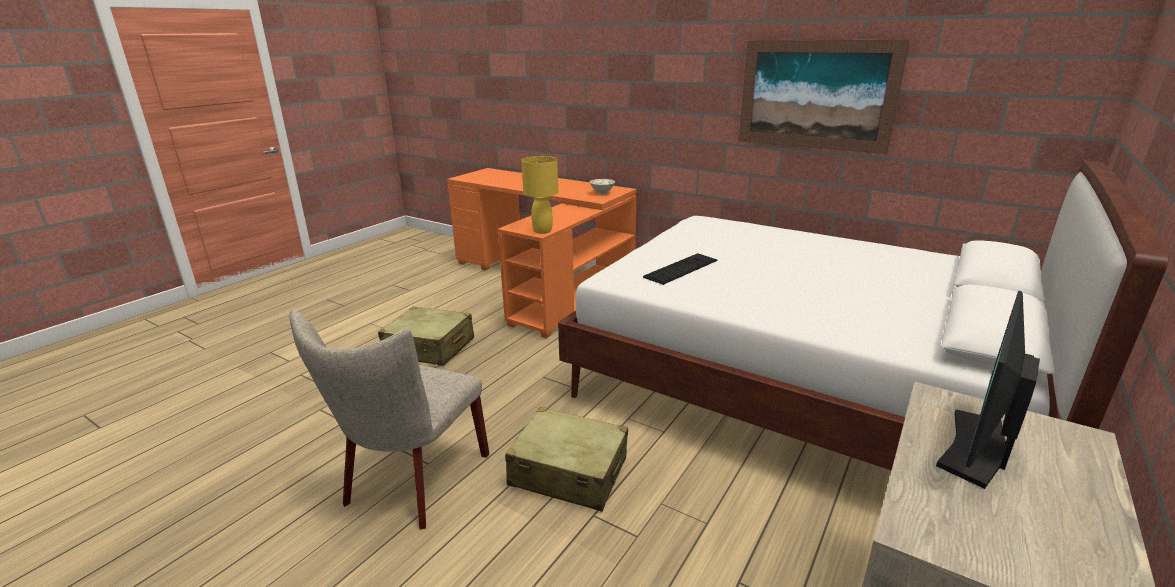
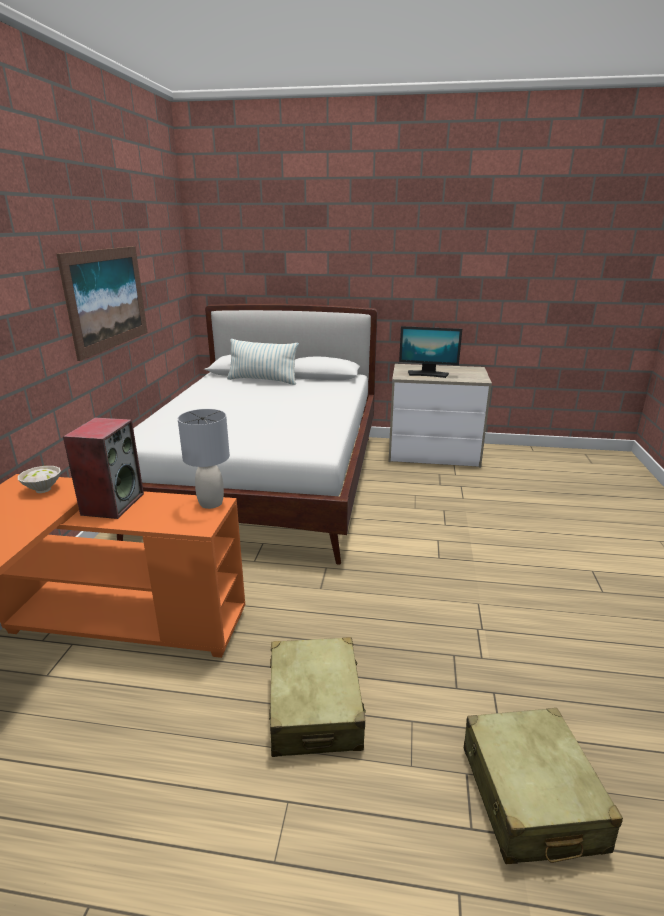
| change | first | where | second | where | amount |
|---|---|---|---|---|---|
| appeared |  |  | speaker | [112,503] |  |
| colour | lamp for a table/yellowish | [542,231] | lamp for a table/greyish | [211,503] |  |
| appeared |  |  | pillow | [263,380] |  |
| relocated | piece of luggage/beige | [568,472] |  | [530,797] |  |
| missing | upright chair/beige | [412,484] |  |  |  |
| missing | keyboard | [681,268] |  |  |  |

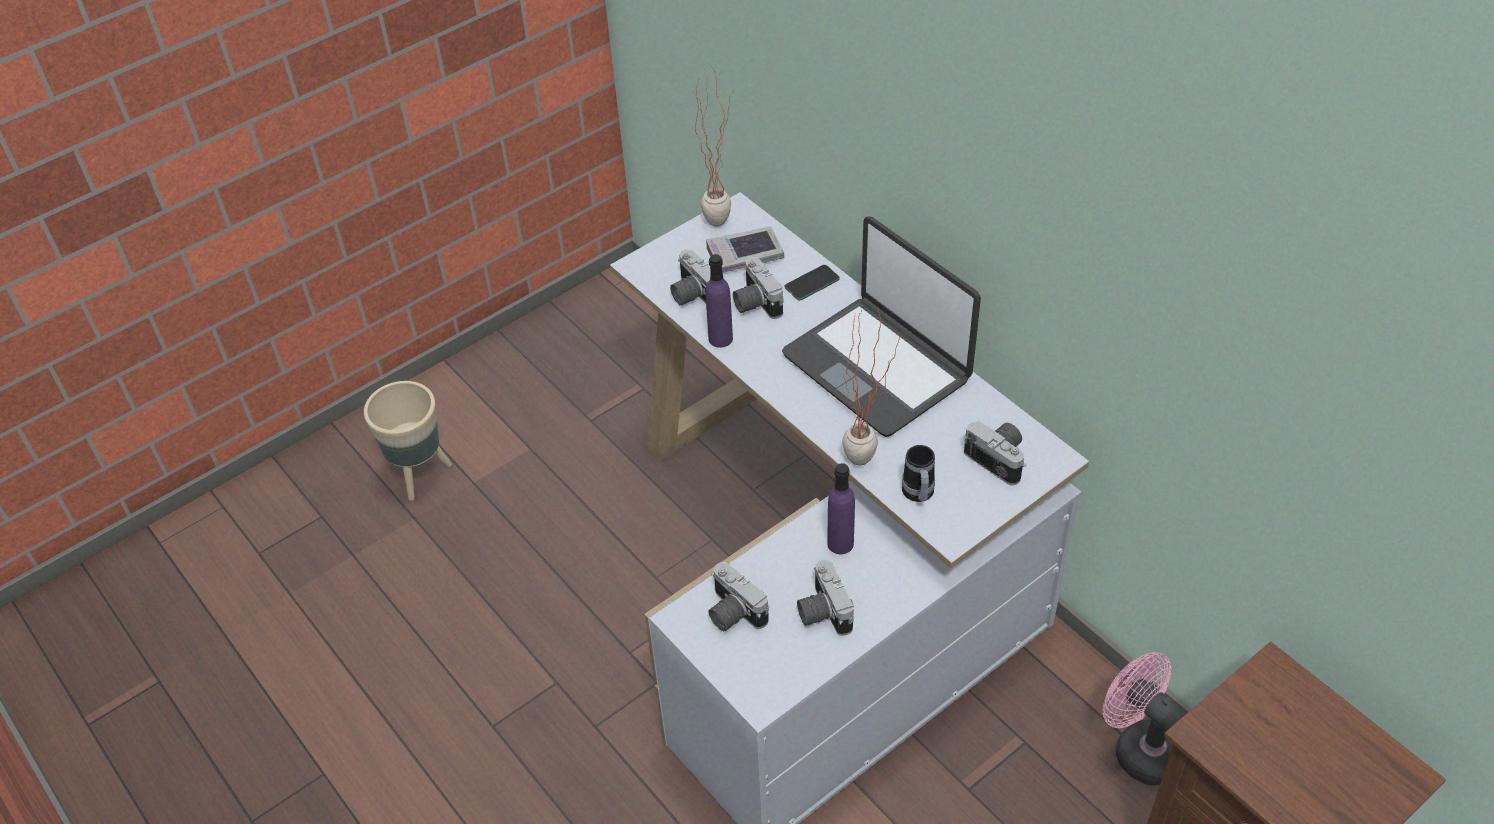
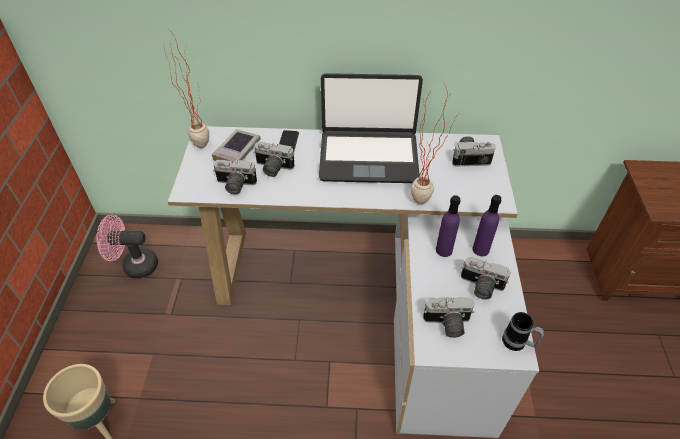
| change | first | where | second | where | amount |
|---|---|---|---|---|---|
| relocated | cooling fan/pinkish | [1139,748] |  | [135,265] |  |
| relocated | drink bottle/purplish | [720,338] |  | [480,249] |  |
| relocated | tea mug | [918,495] |  | [518,344] |  |

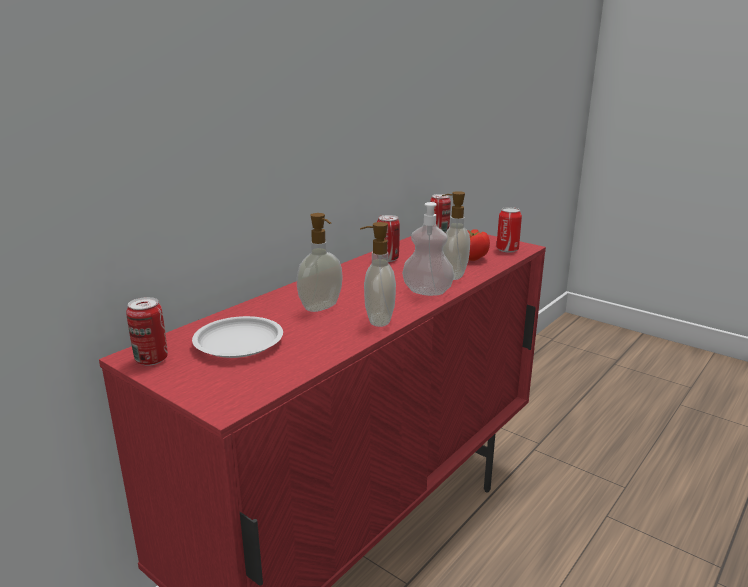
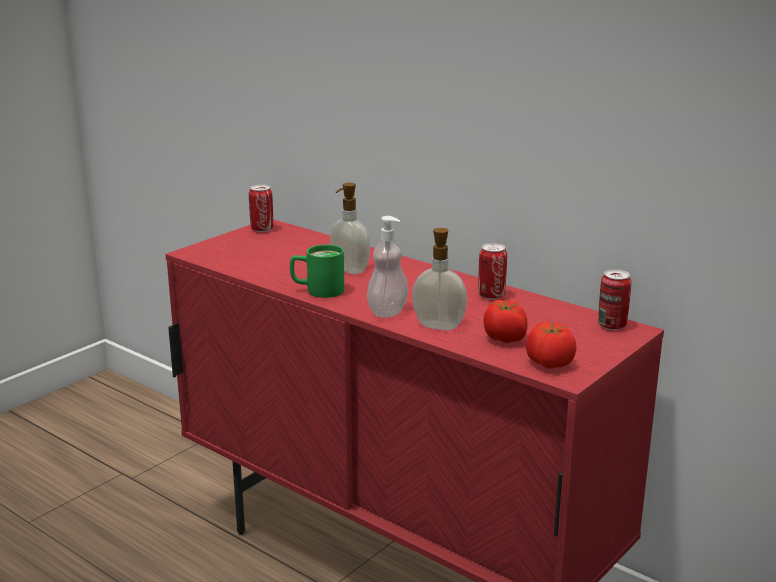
| change | first | where | second | where | amount |
|---|---|---|---|---|---|
| exchanged | soap bottle | [378,320] | tea mug/greenish | [317,290] |  |
| exchanged | metal can | [507,249] | fresh tomato | [549,364] |  |
| missing | flat dish/whitish | [239,342] |  |  |  |

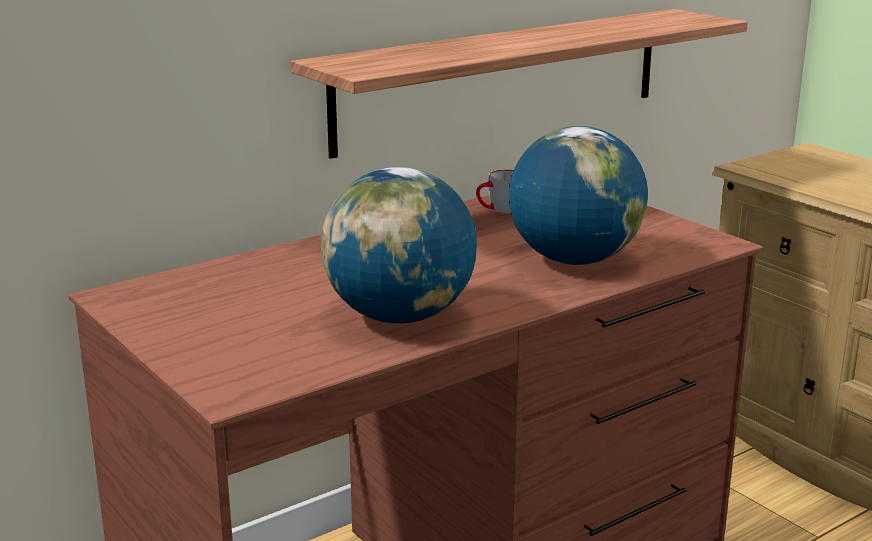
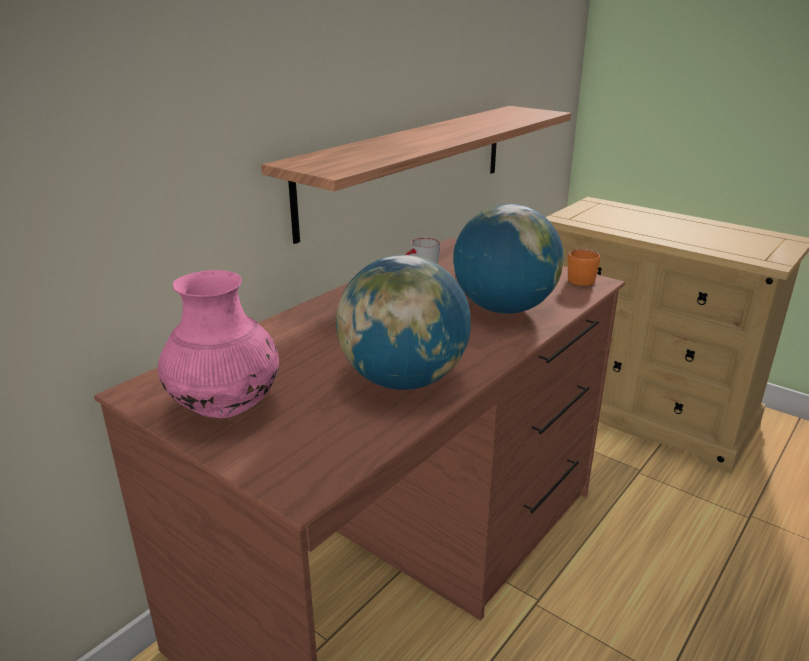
| change | first | where | second | where | amount |
|---|---|---|---|---|---|
| appeared |  |  | flower vase/pinkish | [226,408] |  |
| appeared |  |  | tea mug/orange-coloured | [582,278] |  |

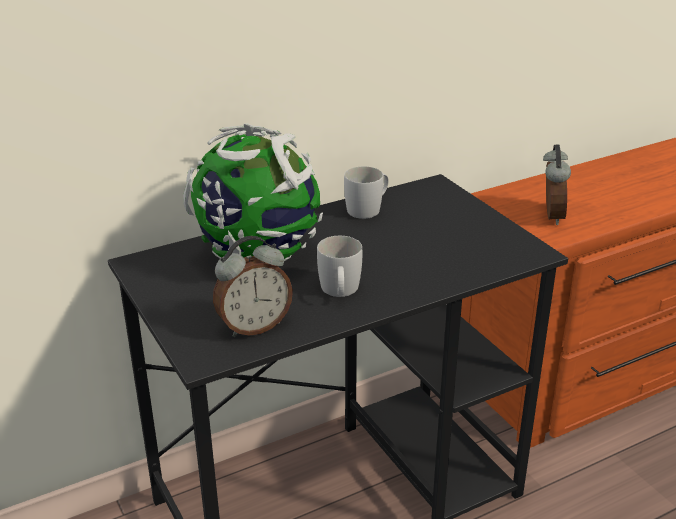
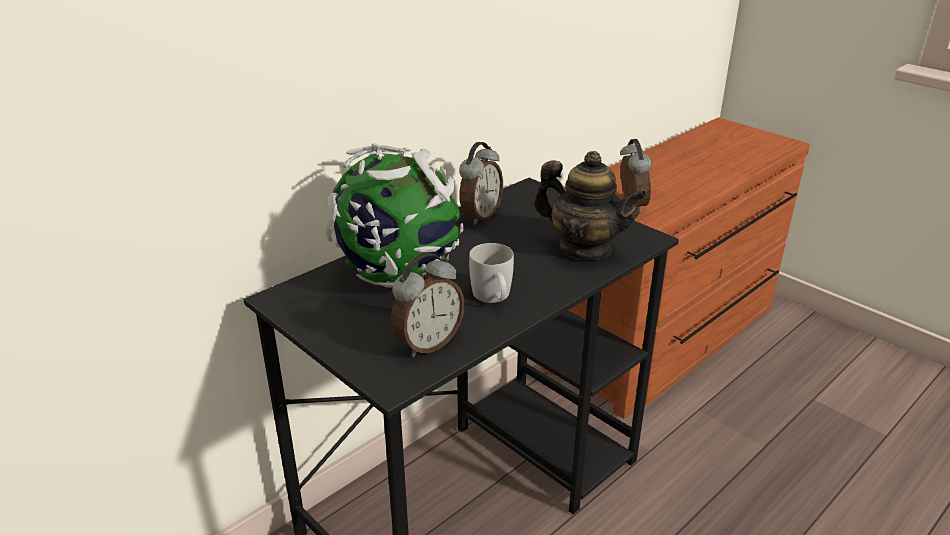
| change | first | where | second | where | amount |
|---|---|---|---|---|---|
| exchanged | tea mug/whitish | [368,209] | alarm clock | [479,216] |  |
| appeared |  |  | tea pot | [584,249] |  |

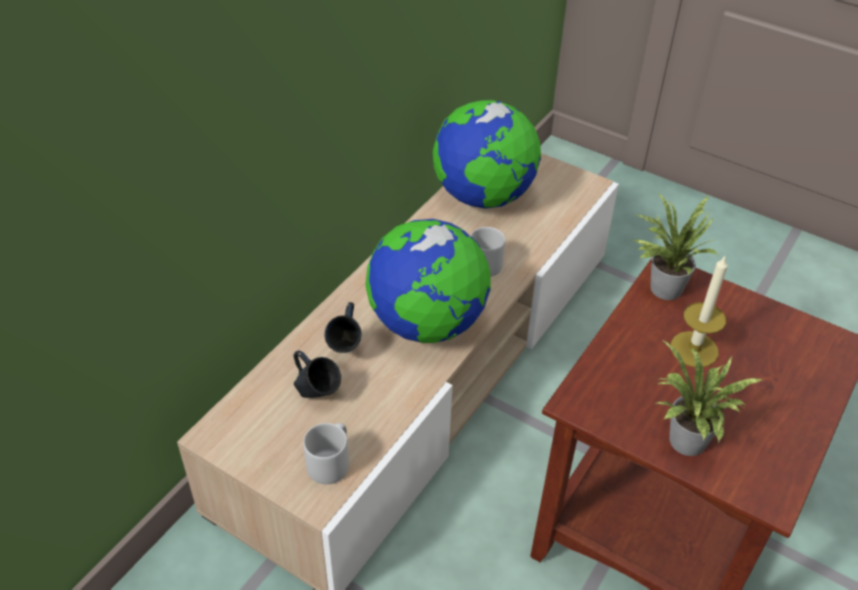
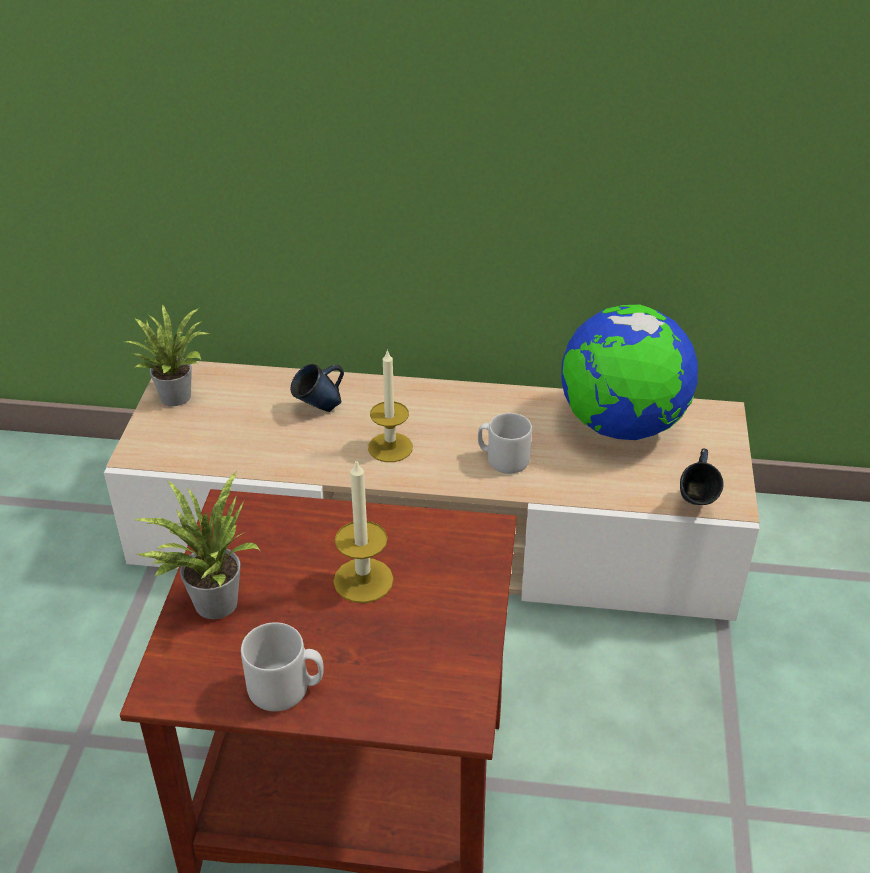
| change | first | where | second | where | amount |
|---|---|---|---|---|---|
| relocated | plant in a pot | [661,287] |  | [176,394] |  |
| relocated | tea mug/greyish | [331,463] |  | [286,688] |  |
| exchanged | world globe | [427,324] | candle | [390,447] |  |
| relocated | tea mug/bluish | [317,395] |  | [695,506] |  |

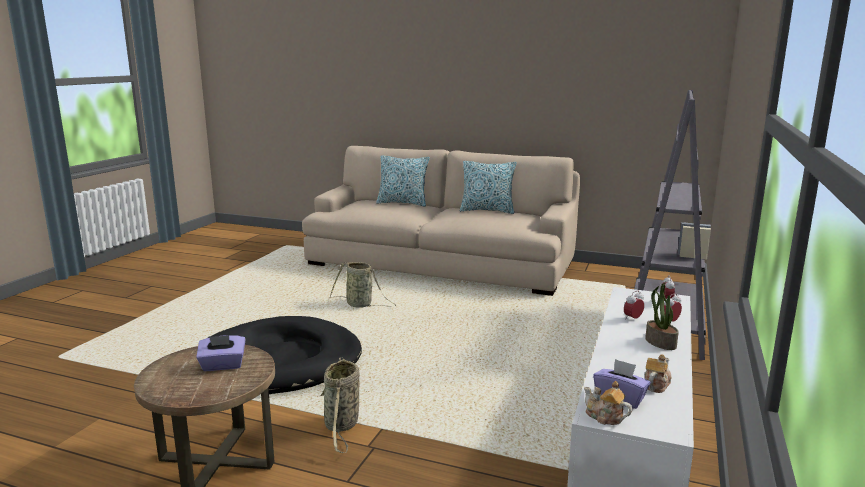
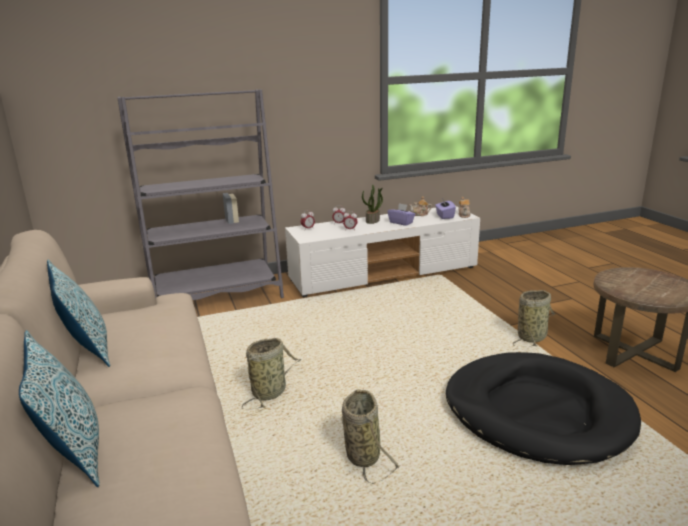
| change | first | where | second | where | amount |
|---|---|---|---|---|---|
| appeared |  |  | household basket | [270,391] |  |
| relocated | box of tissues/purplish | [223,365] |  | [401,222] |  |

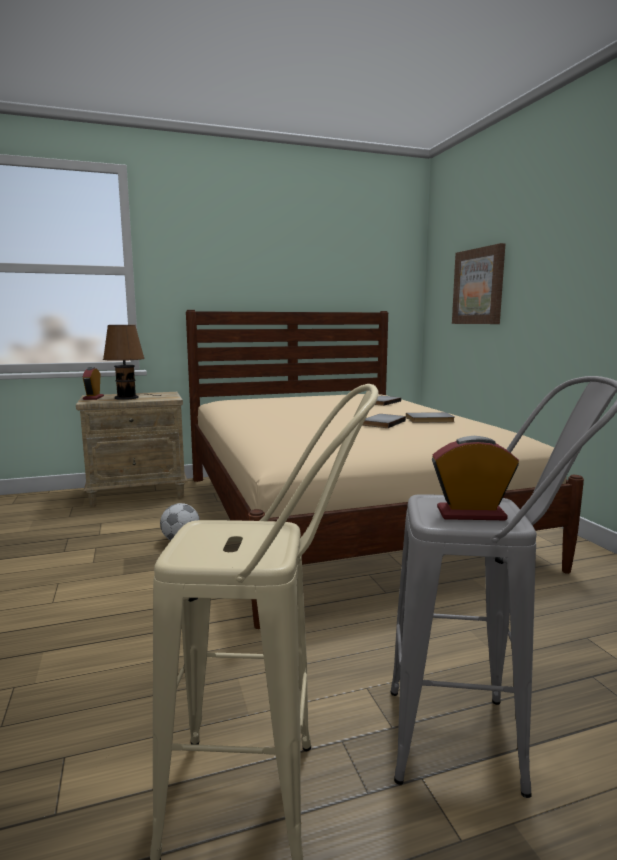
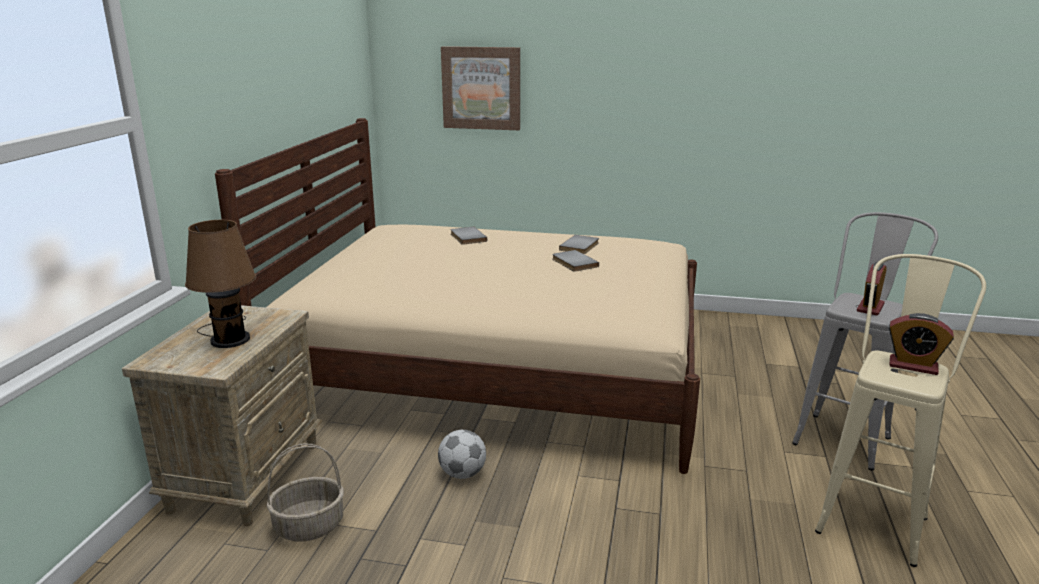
| change | first | where | second | where | amount |
|---|---|---|---|---|---|
| appeared |  |  | household basket | [310,525] |  |
| relocated | alarm clock | [93,398] |  | [913,366] |  |

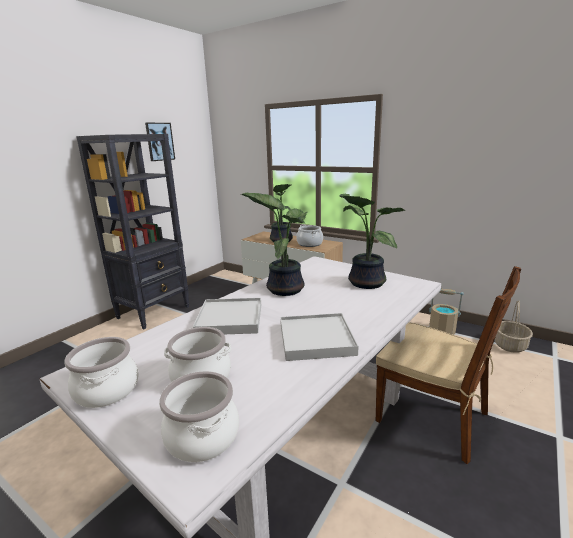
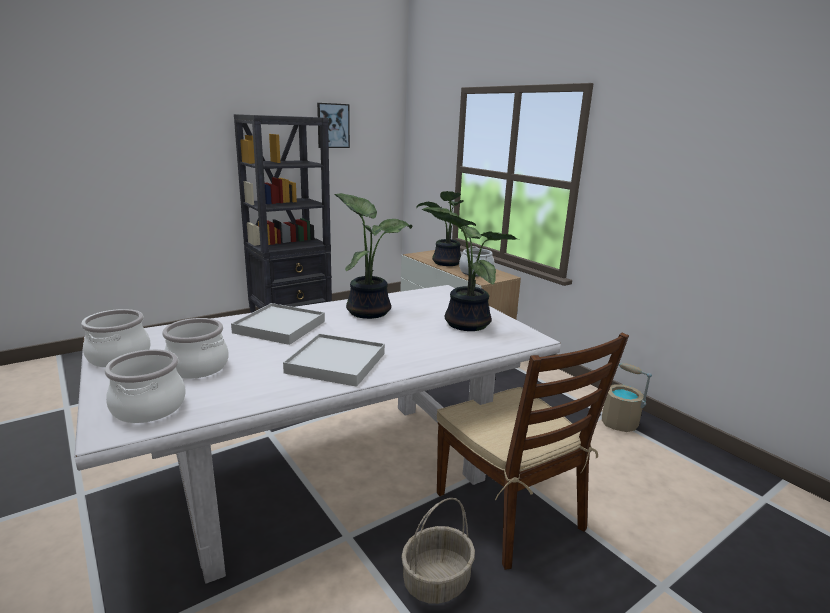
| change | first | where | second | where | amount |
|---|---|---|---|---|---|
| relocated | household basket | [510,345] |  | [436,582] |  |

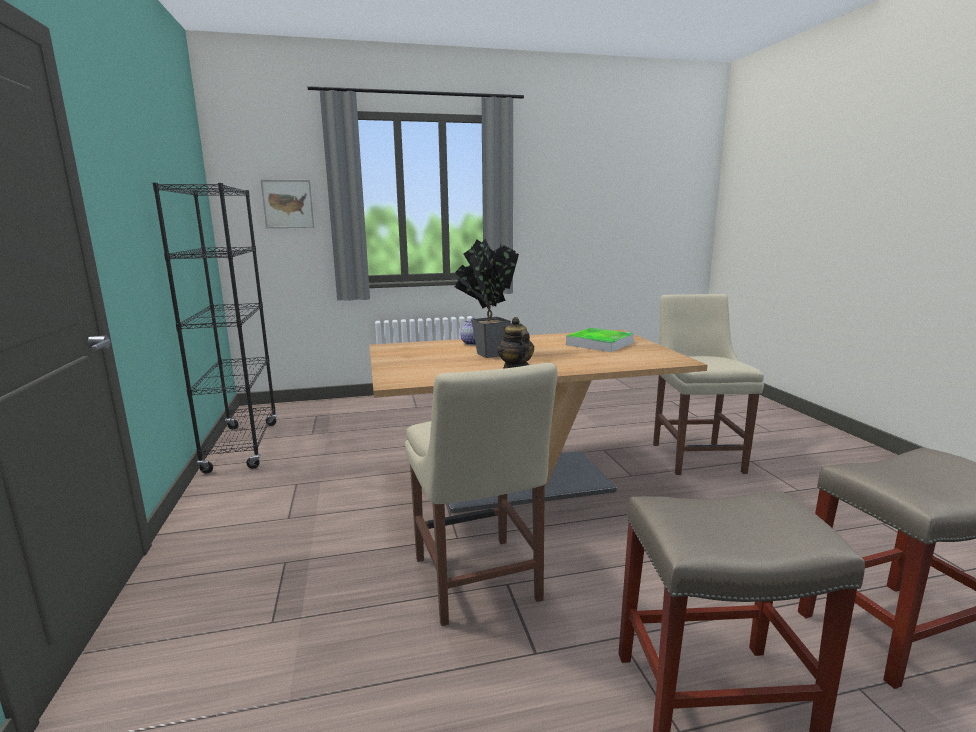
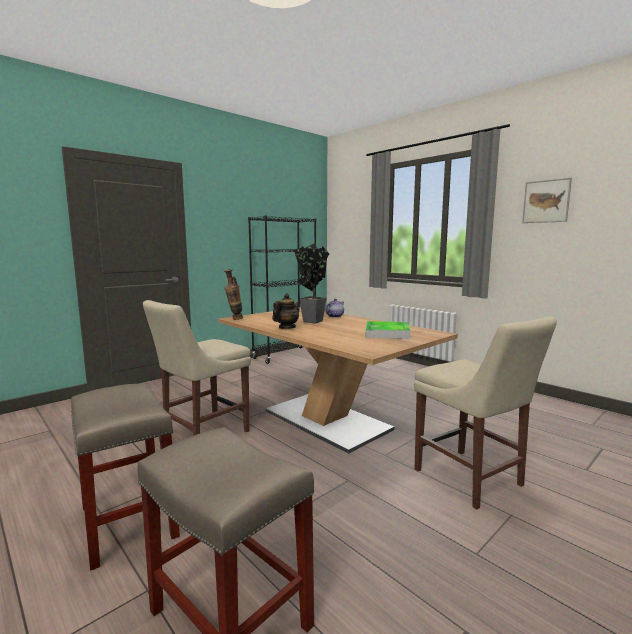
| change | first | where | second | where | amount |
|---|---|---|---|---|---|
| appeared |  |  | flower vase | [234,319] |  |
| spun | upright chair/beige | [695,456] |  | [471,480] | 90 degrees clockwise |
| relocated | picture | [288,204] |  | [546,201] |  |

